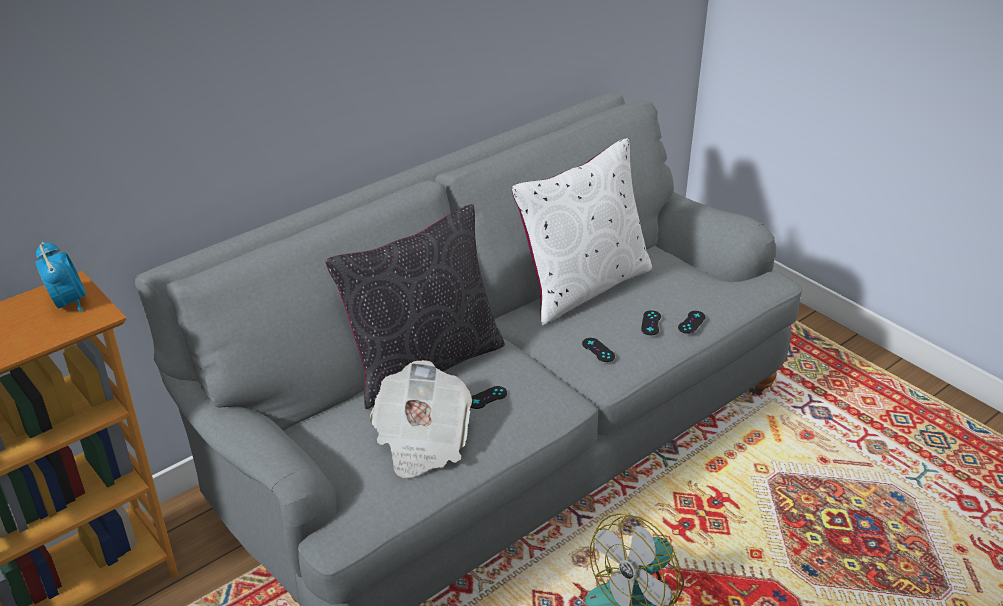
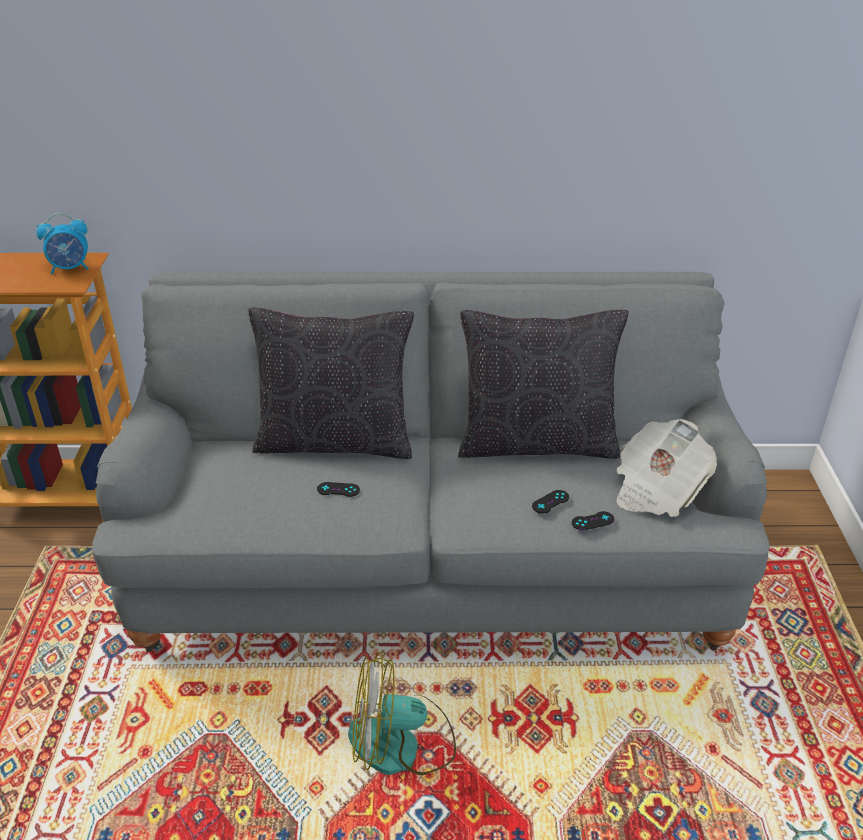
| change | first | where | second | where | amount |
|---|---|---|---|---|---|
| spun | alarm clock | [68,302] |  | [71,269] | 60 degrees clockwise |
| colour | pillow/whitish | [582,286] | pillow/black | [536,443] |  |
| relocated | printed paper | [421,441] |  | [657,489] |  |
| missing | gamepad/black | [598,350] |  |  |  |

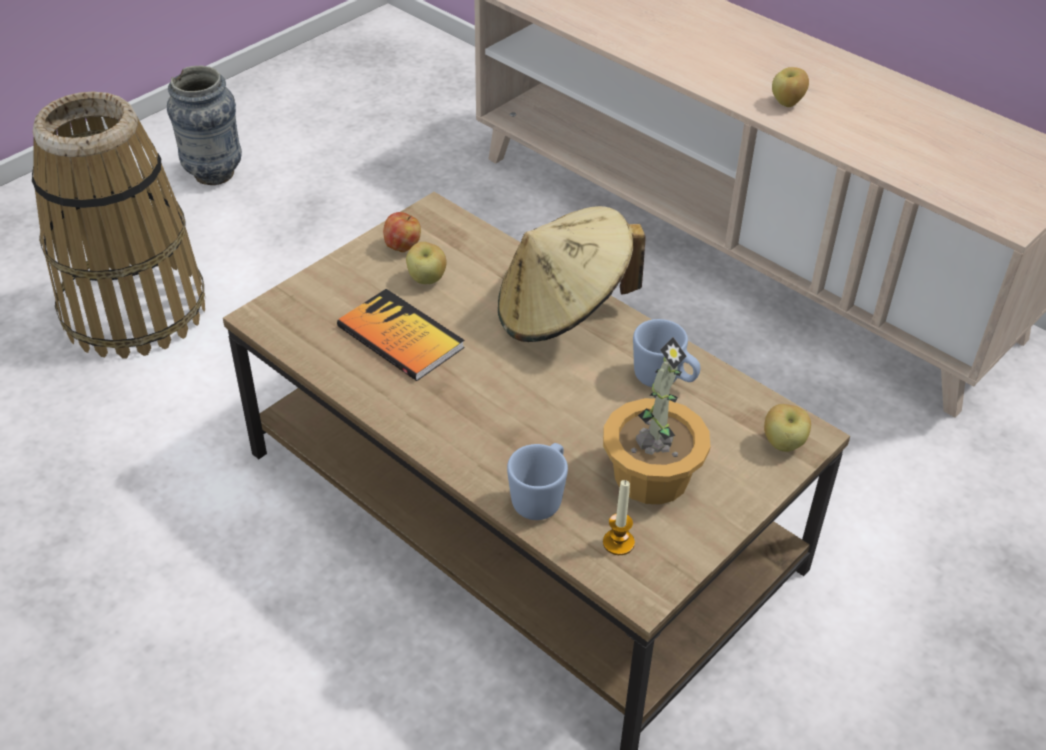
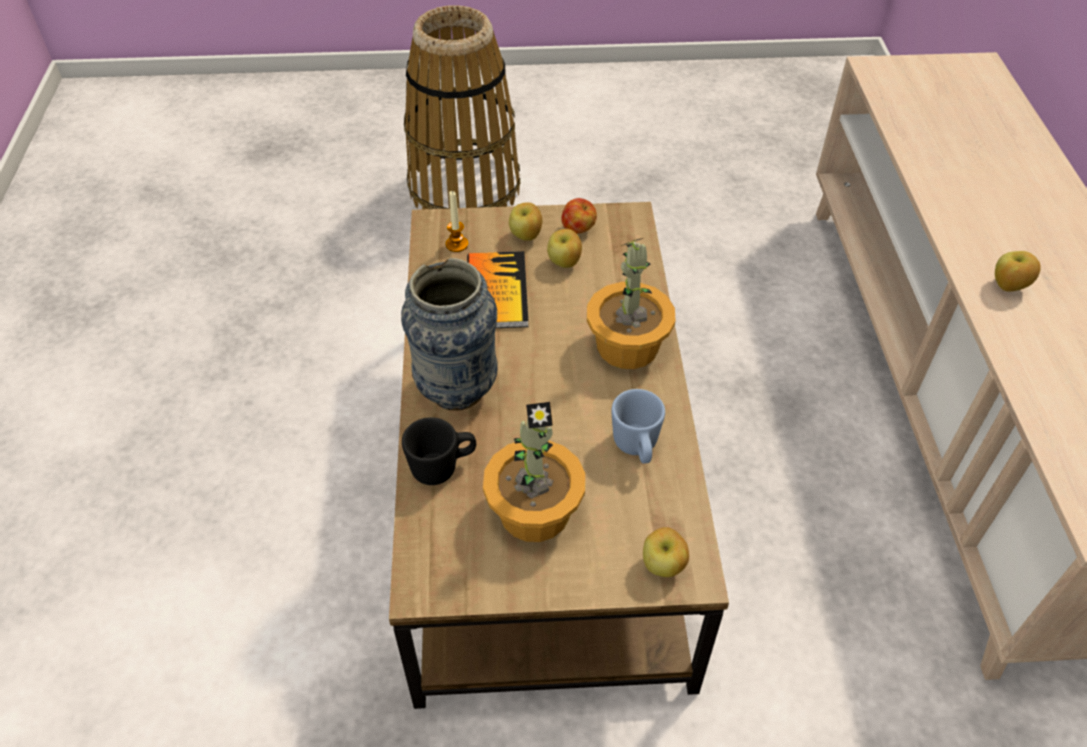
| change | first | where | second | where | amount |
|---|---|---|---|---|---|
| relocated | flower vase | [213,174] |  | [457,389] |  |
| colour | tea mug/bluish | [541,497] | tea mug/black | [442,467] |  |
| relocated | candle | [618,543] |  | [457,244] |  |
| appeared |  |  | whole apple | [526,236] |  |
| exchanged | hat/beige | [562,312] | plant in a pot | [628,347] |  |

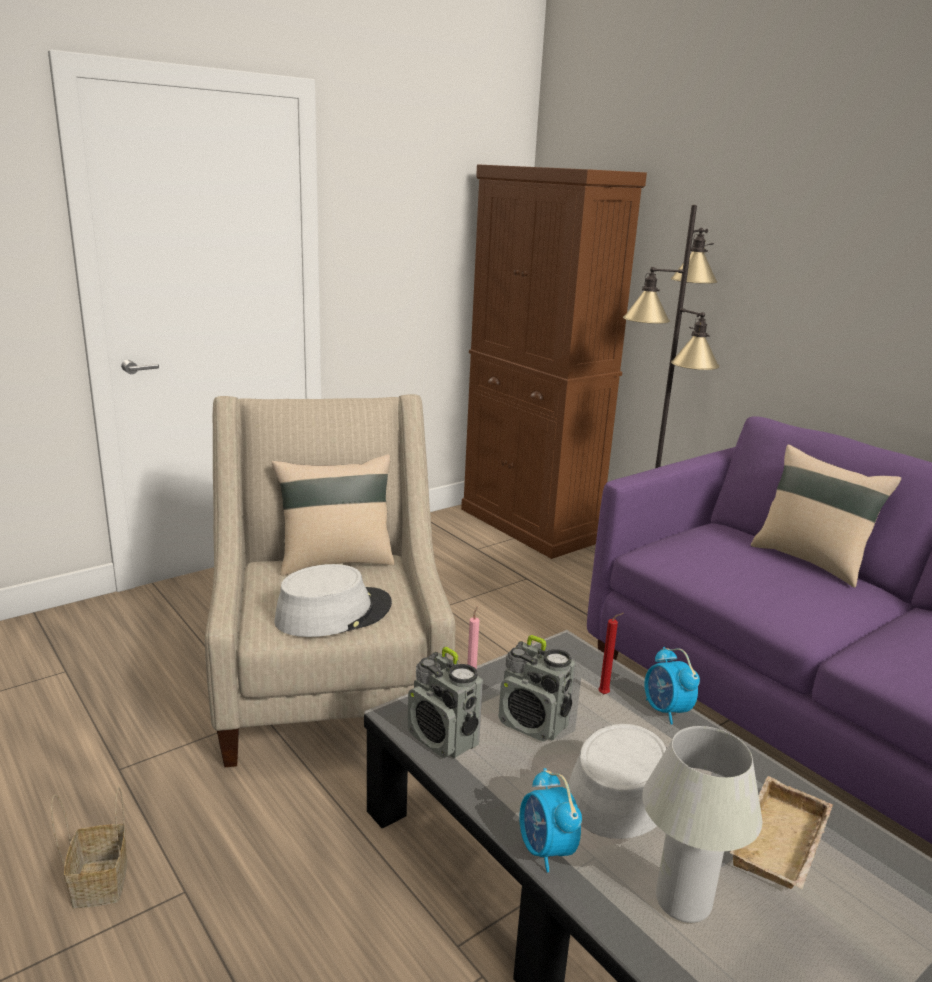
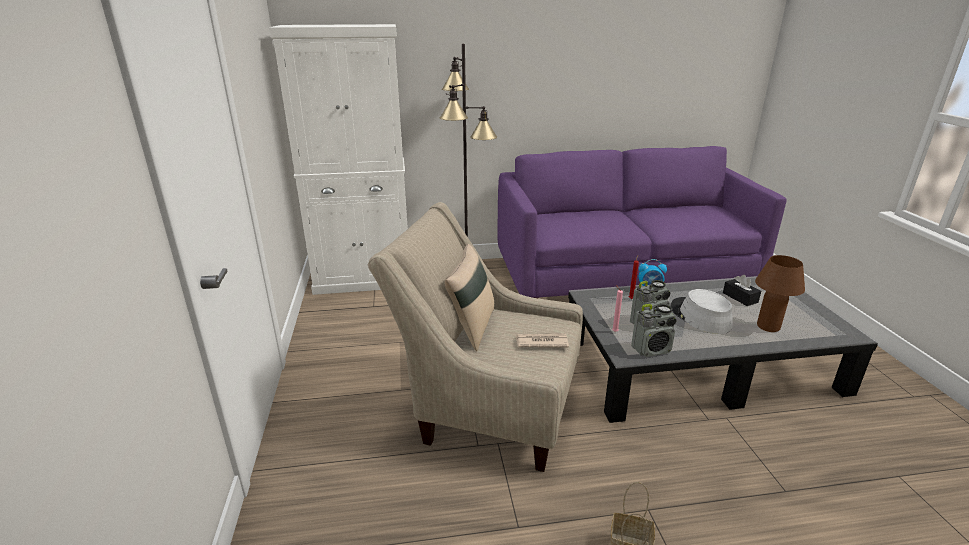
| change | first | where | second | where | amount |
|---|---|---|---|---|---|
| colour | cupboard/brown-coloured | [529,525] | cupboard/whitish | [364,280] |  |
| exchanged | hat/greyish | [333,613] | printed paper | [541,342] |  |
| exchanged | tray/beige | [783,844] | box of tissues/black | [740,297] |  |
| colour | lamp for a table/whitish | [683,901] | lamp for a table/brown-coloured | [768,327] |  |
| missing | alarm clock | [546,850] |  |  |  |
| missing | pillow/beige | [811,560] |  |  |  |

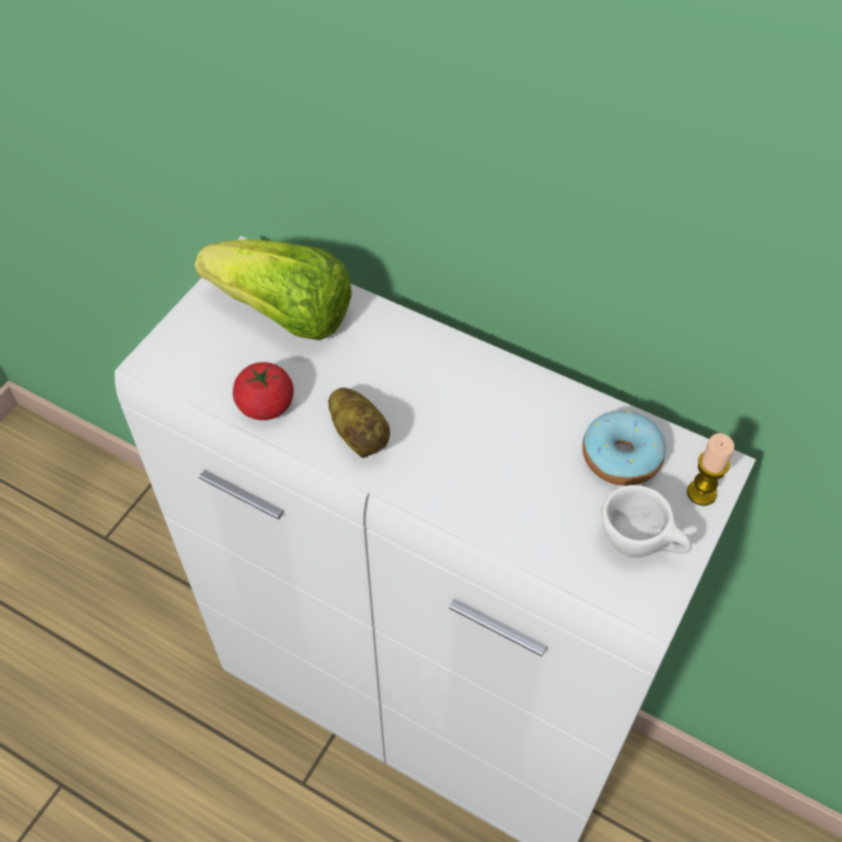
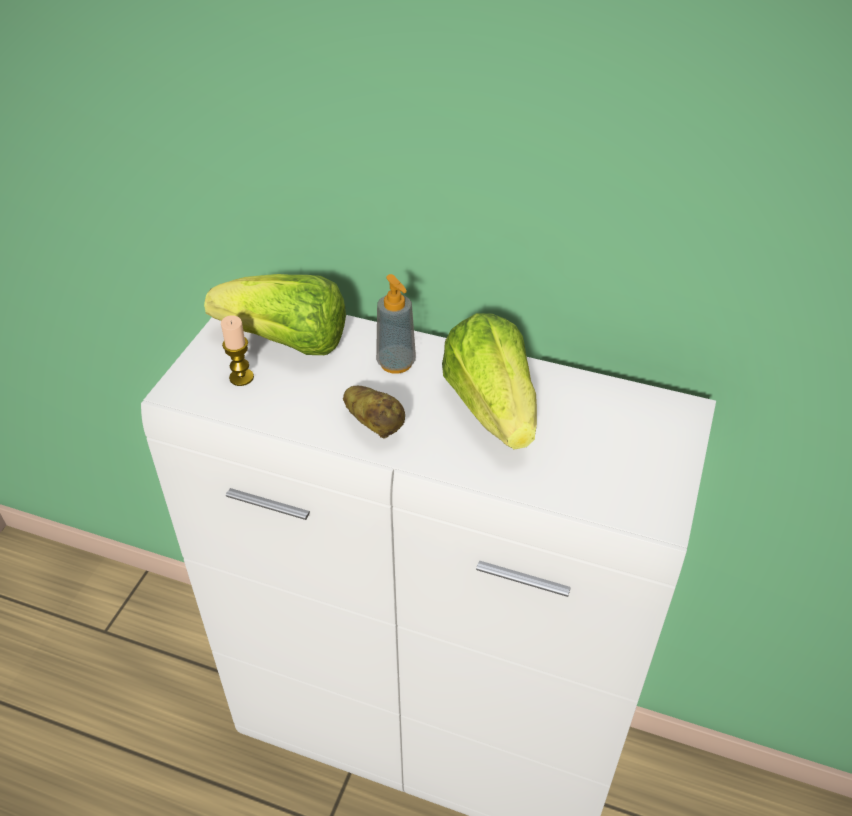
| change | first | where | second | where | amount |
|---|---|---|---|---|---|
| relocated | candle | [701,493] |  | [241,377] |  |
| appeared |  |  | soap bottle | [396,363] |  |
| appeared |  |  | lettuce | [492,407] |  |
| missing | fresh tomato | [266,406] |  |  |  |
| missing | ring doughnut | [621,457] |  |  |  |
| missing | small cup/whitish | [640,545] |  |  |  |

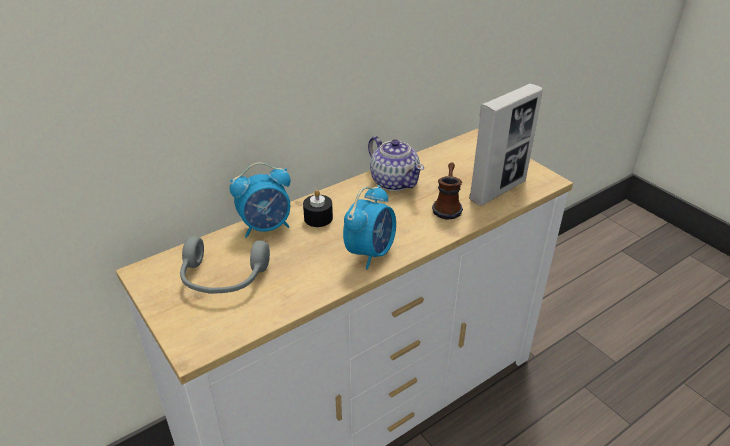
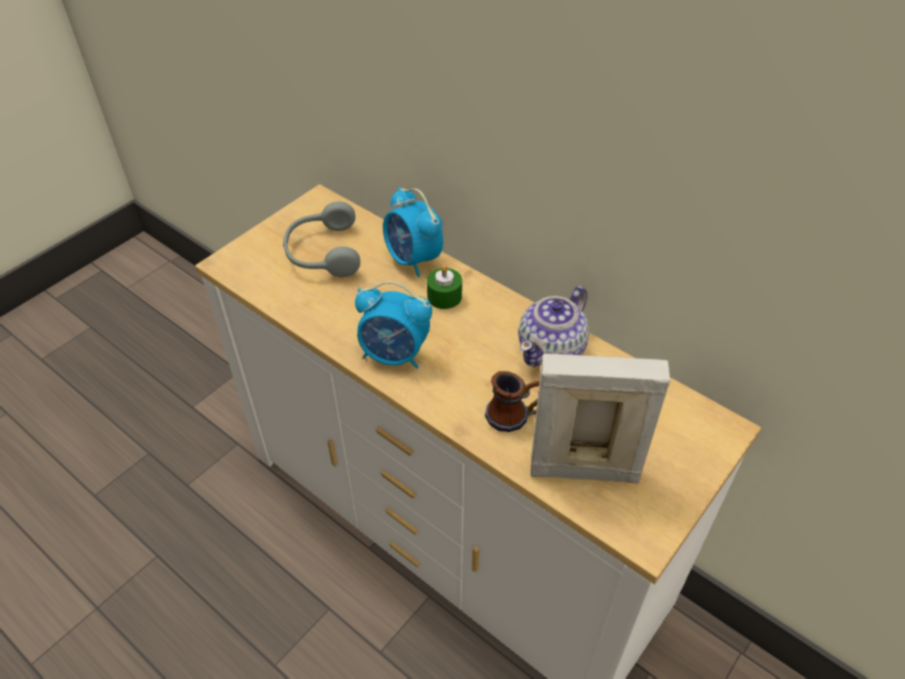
| change | first | where | second | where | amount |
|---|---|---|---|---|---|
| colour | candle/black | [318,218] | candle/greenish | [444,296] |  |
| spun | standing frame | [498,190] |  | [583,470] | 150 degrees clockwise |

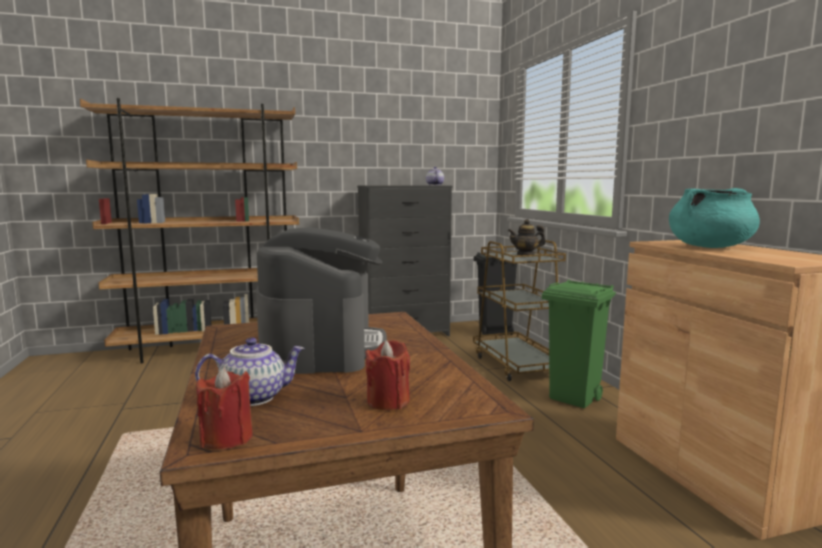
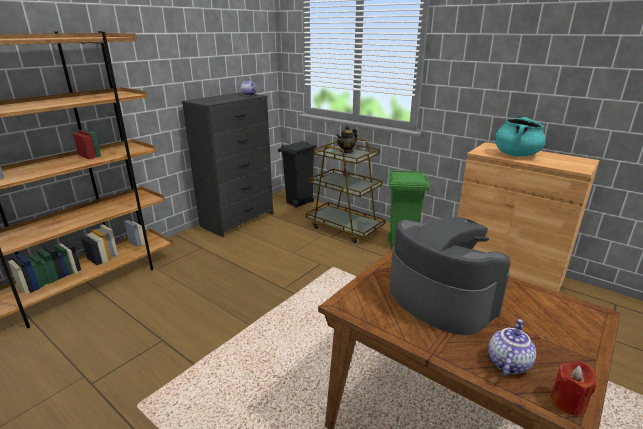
| change | first | where | second | where | amount |
|---|---|---|---|---|---|
| missing | candle/reddish | [388,401] |  |  |  |

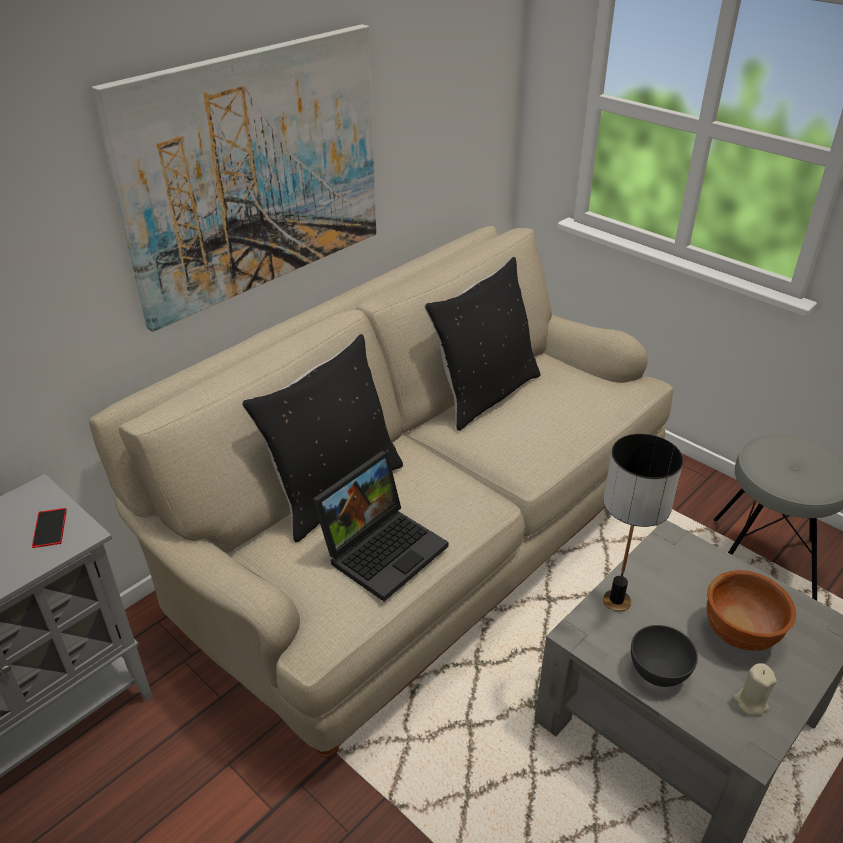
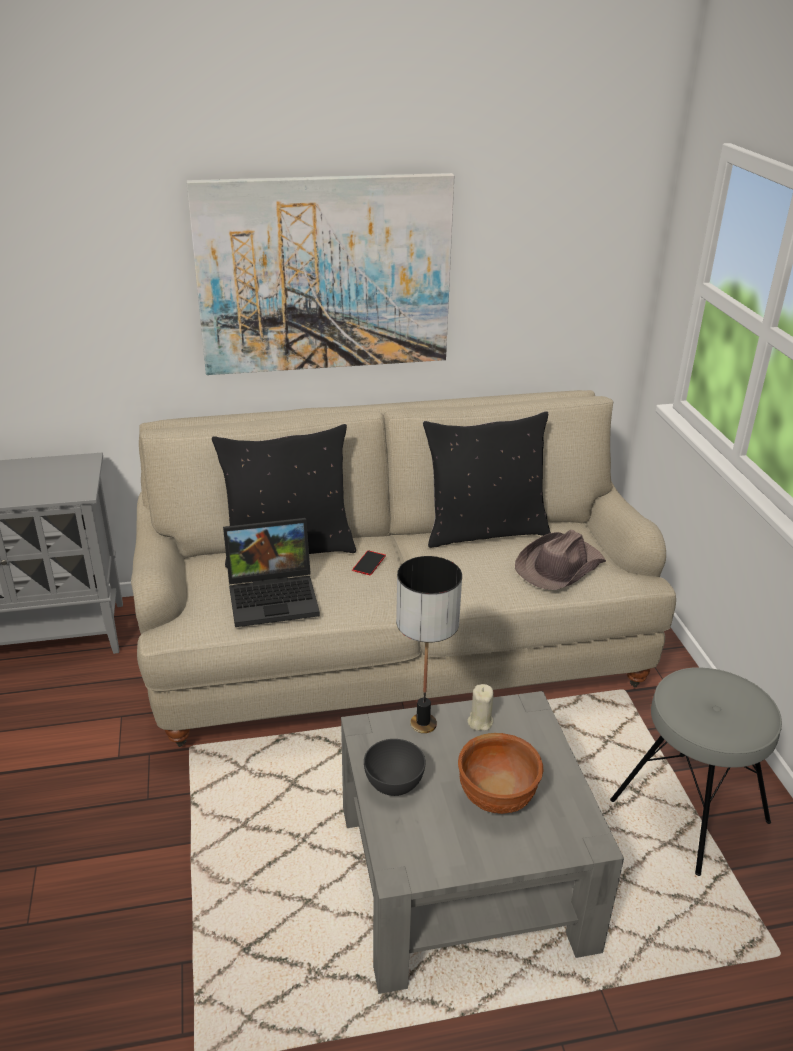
| change | first | where | second | where | amount |
|---|---|---|---|---|---|
| relocated | handset | [49,528] |  | [369,563] |  |
| relocated | candle/beige | [750,703] |  | [480,721] |  |
| appeared |  |  | hat/brown-coloured | [559,566] |  |

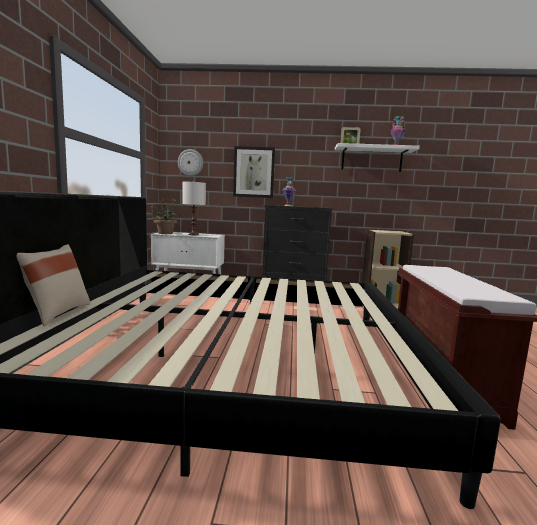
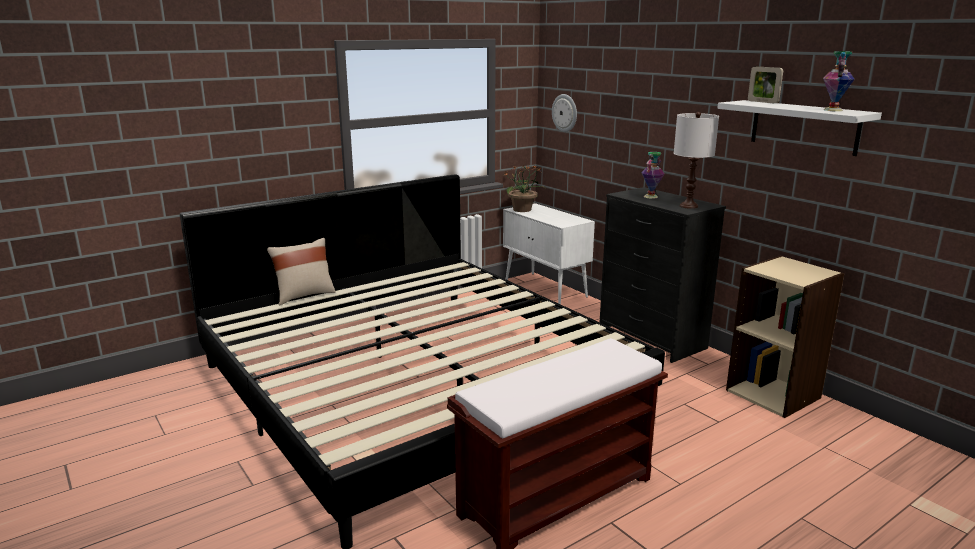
| change | first | where | second | where | amount |
|---|---|---|---|---|---|
| relocated | lamp for a table/whitish | [193,234] |  | [688,206] |  |
| missing | picture | [254,172] |  |  |  |

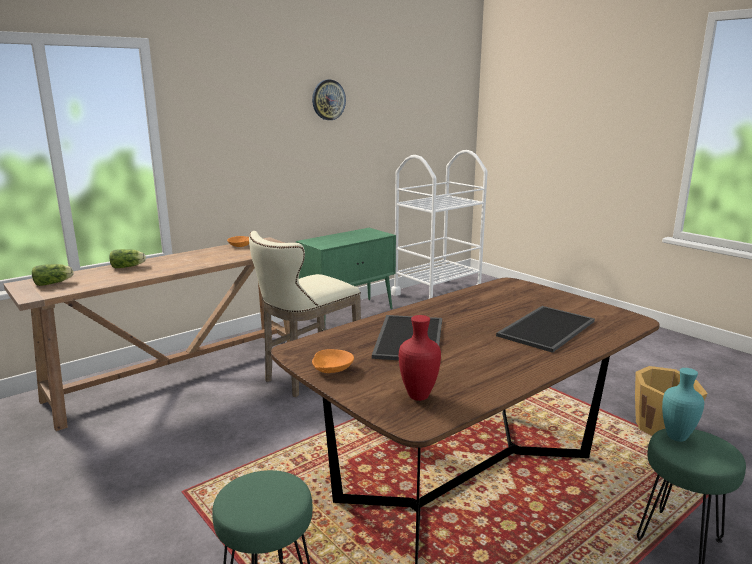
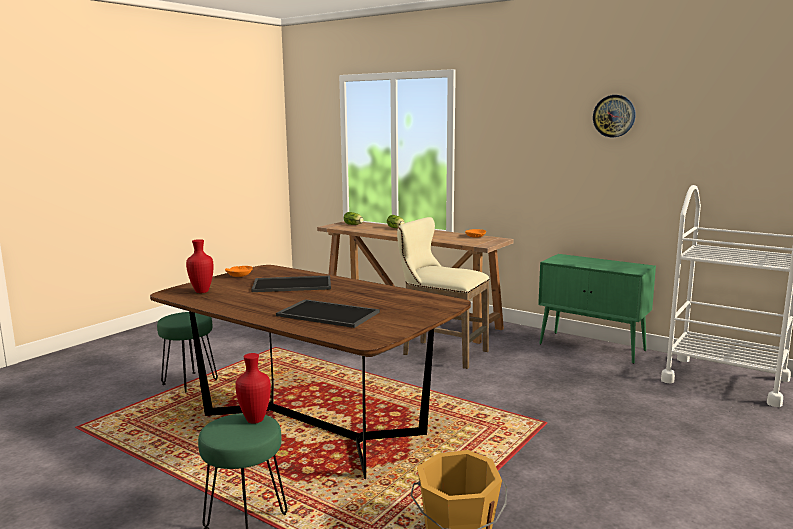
| change | first | where | second | where | amount |
|---|---|---|---|---|---|
| colour | flower vase/turquoise-coloured | [677,437] | flower vase/reddish | [256,420] |  |

